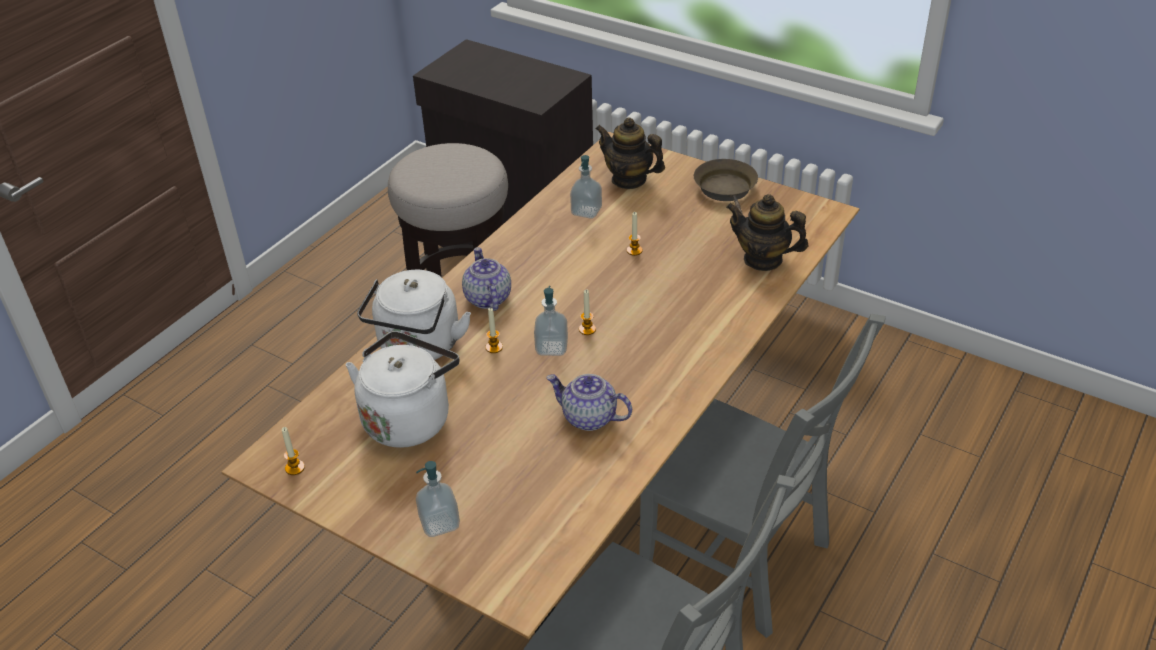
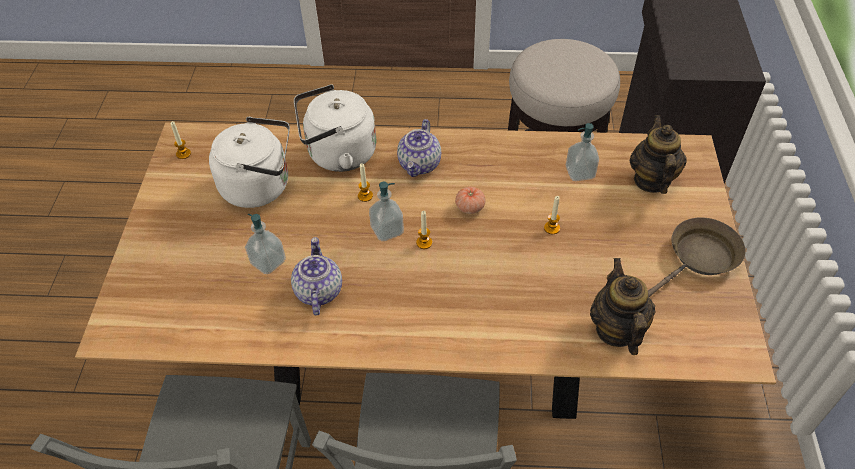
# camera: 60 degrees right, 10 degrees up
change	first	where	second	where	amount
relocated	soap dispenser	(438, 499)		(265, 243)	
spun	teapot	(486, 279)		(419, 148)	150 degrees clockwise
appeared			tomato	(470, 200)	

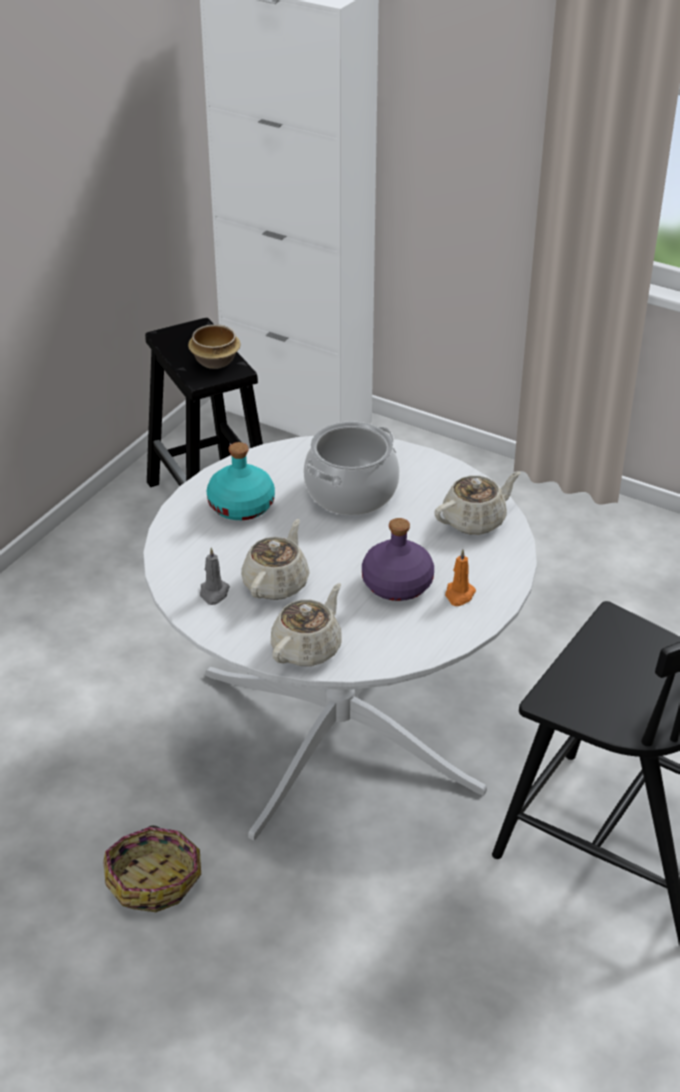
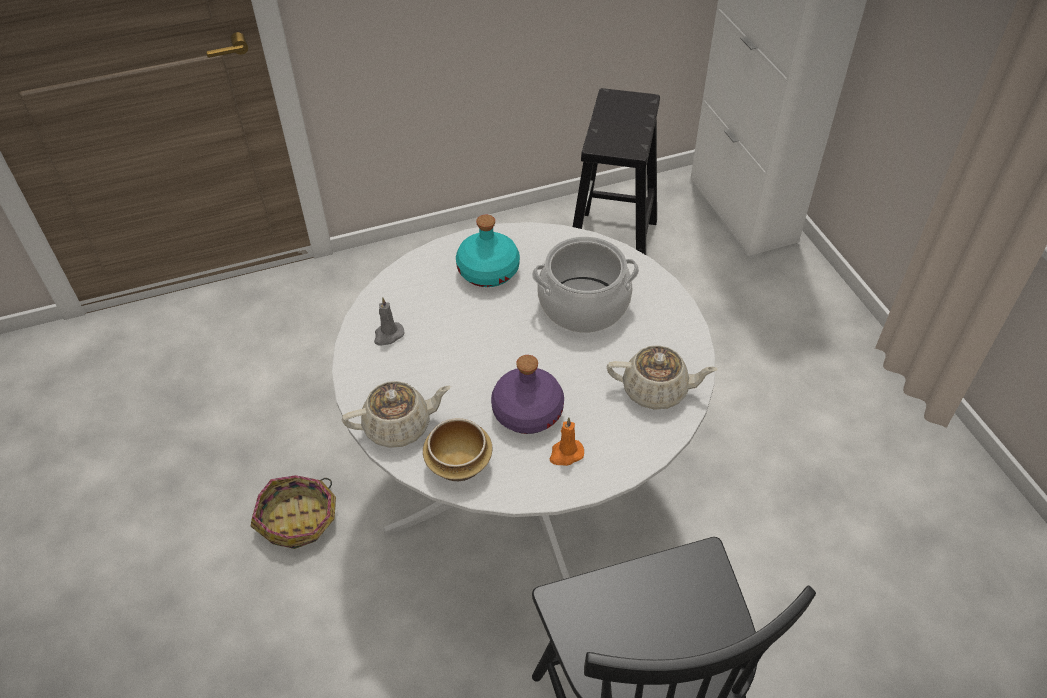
# camera: 40 degrees right, 10 degrees up
change	first	where	second	where	amount
relocated	bowl	(214, 346)		(457, 449)	
missing	beige teapot	(275, 559)			

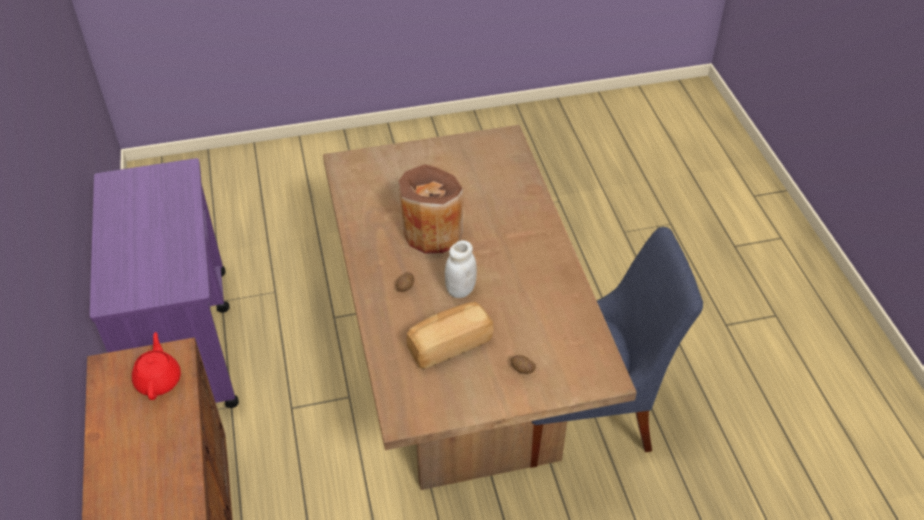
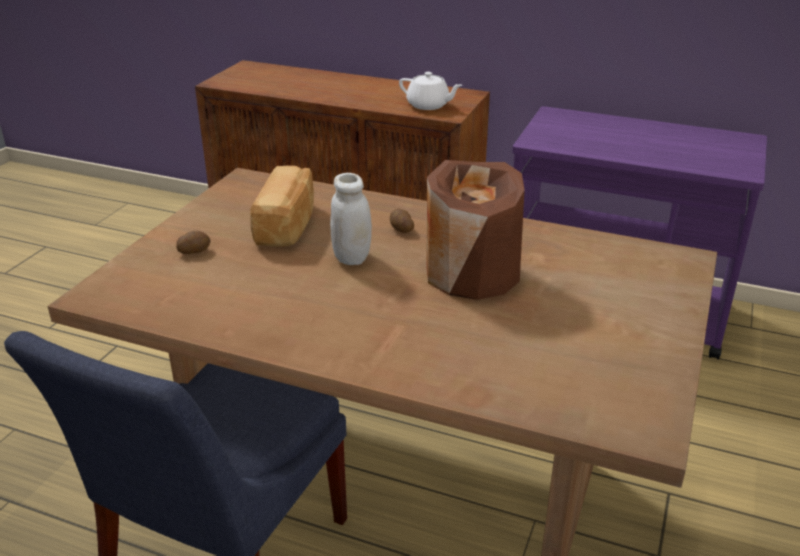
# camera: 125 degrees right, 15 degrees down
change	first	where	second	where	amount
colour	red teapot	(156, 366)	white teapot	(430, 91)	

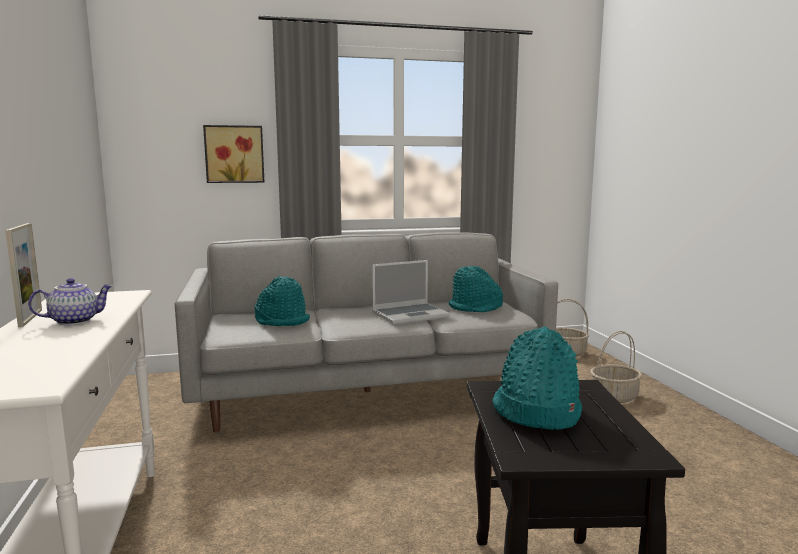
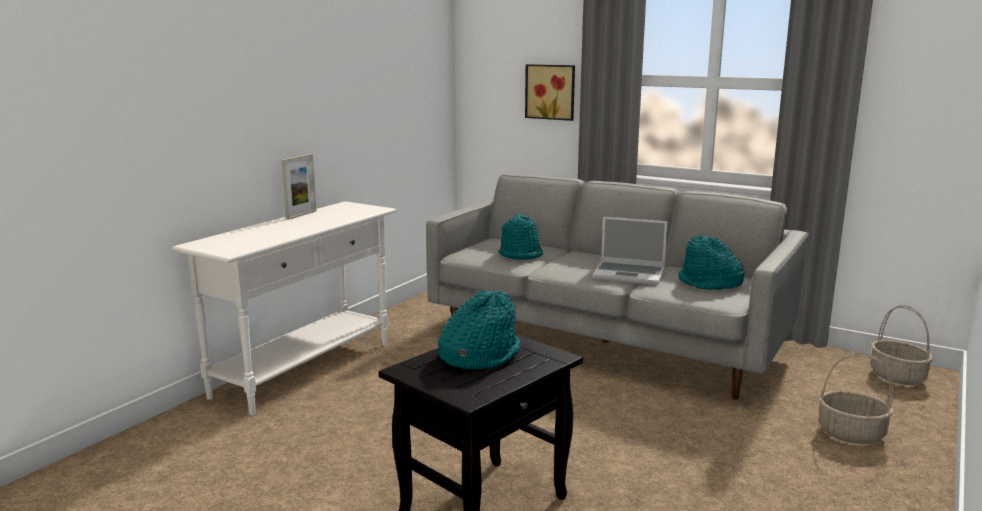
# camera: 45 degrees right, 5 degrees up
change	first	where	second	where	amount
missing	teapot	(70, 301)			

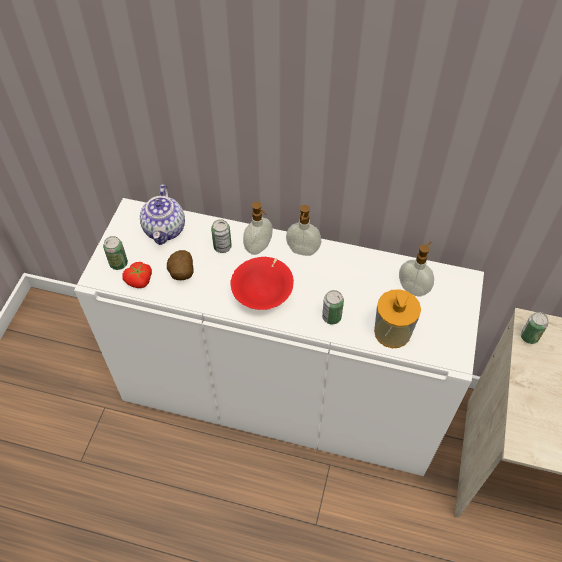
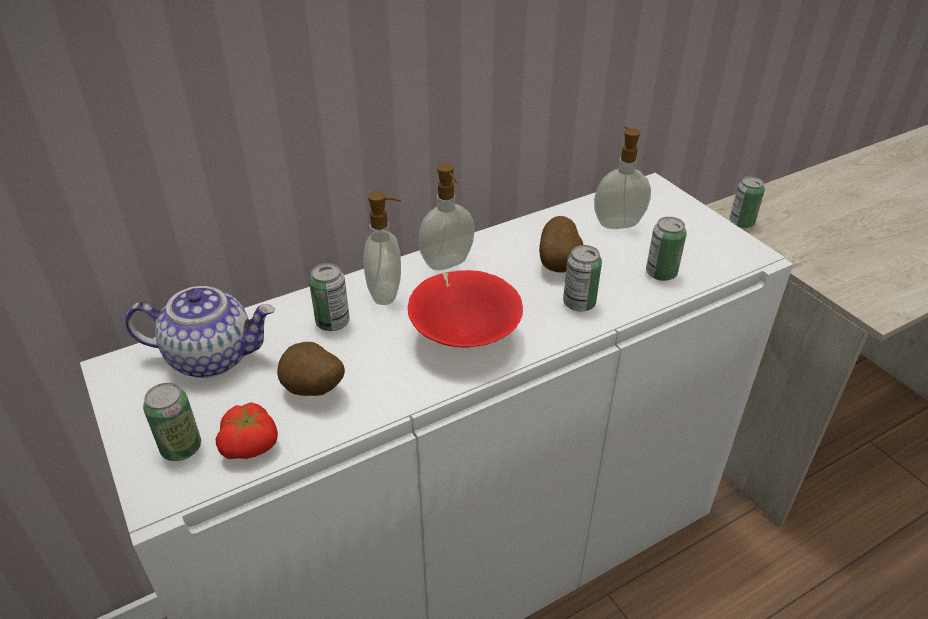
# camera: 45 degrees left, 15 degrees down
change	first	where	second	where	amount
spun	teapot	(162, 214)		(200, 332)	45 degrees counterclockwise
appeared			potato	(561, 244)	
exchanged	soap dispenser	(397, 318)	can	(666, 249)	

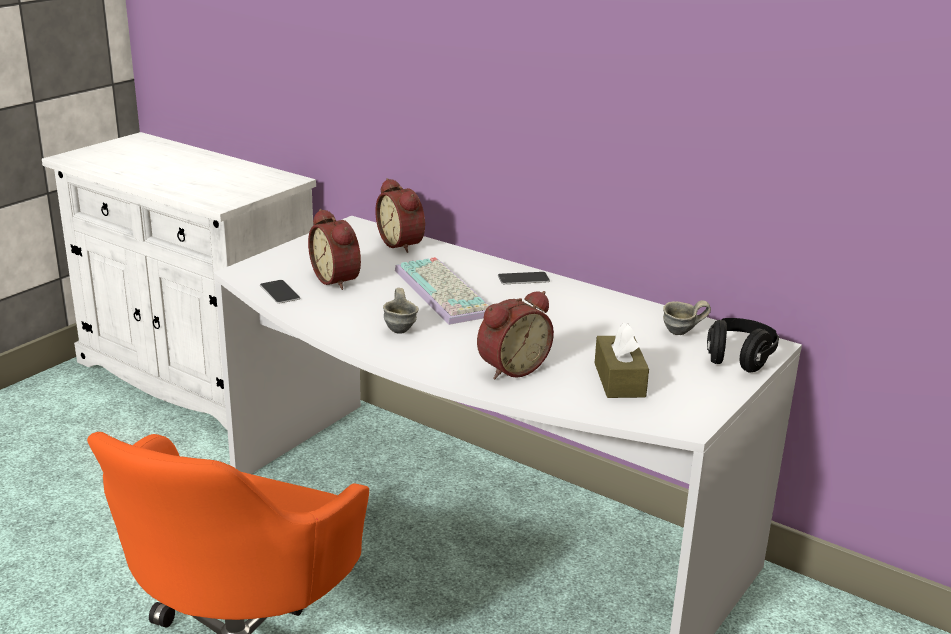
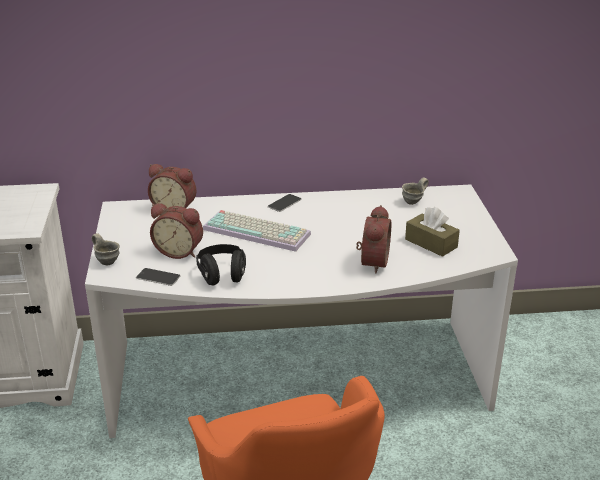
# camera: 40 degrees left, 5 degrees up
change	first	where	second	where	amount
relocated	grey mug	(401, 311)		(105, 249)	
relocated	black headphones	(743, 345)		(221, 265)	

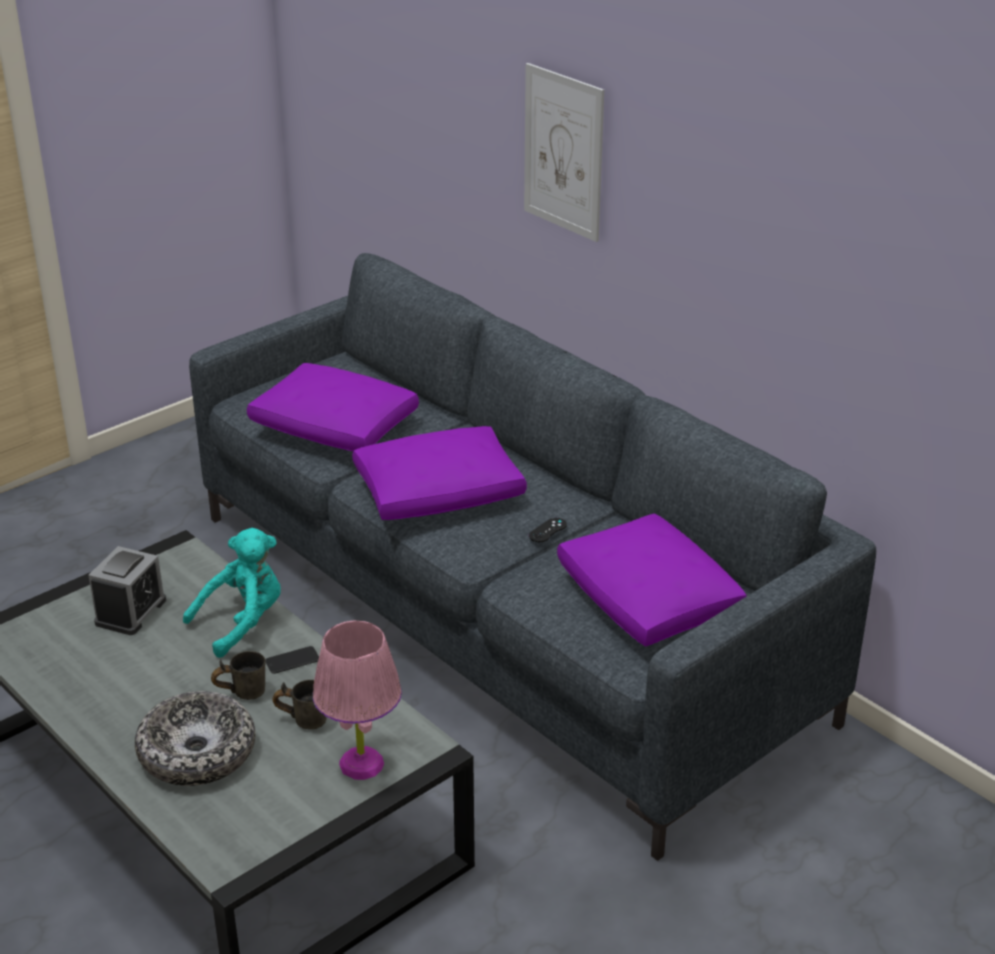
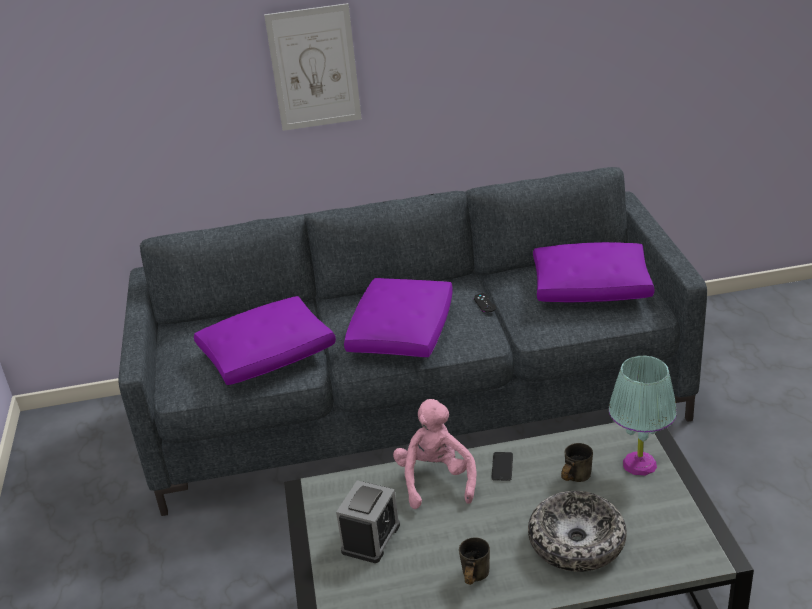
# camera: 55 degrees left, 0 degrees up
change	first	where	second	where	amount
spun	alarm clock	(127, 590)		(368, 521)	60 degrees clockwise
colour	turquoise plush toy	(232, 593)	pink plush toy	(435, 454)	
relocated	grey mug	(238, 675)		(474, 561)	
colour	pink table lamp	(357, 700)	turquoise table lamp	(643, 416)	

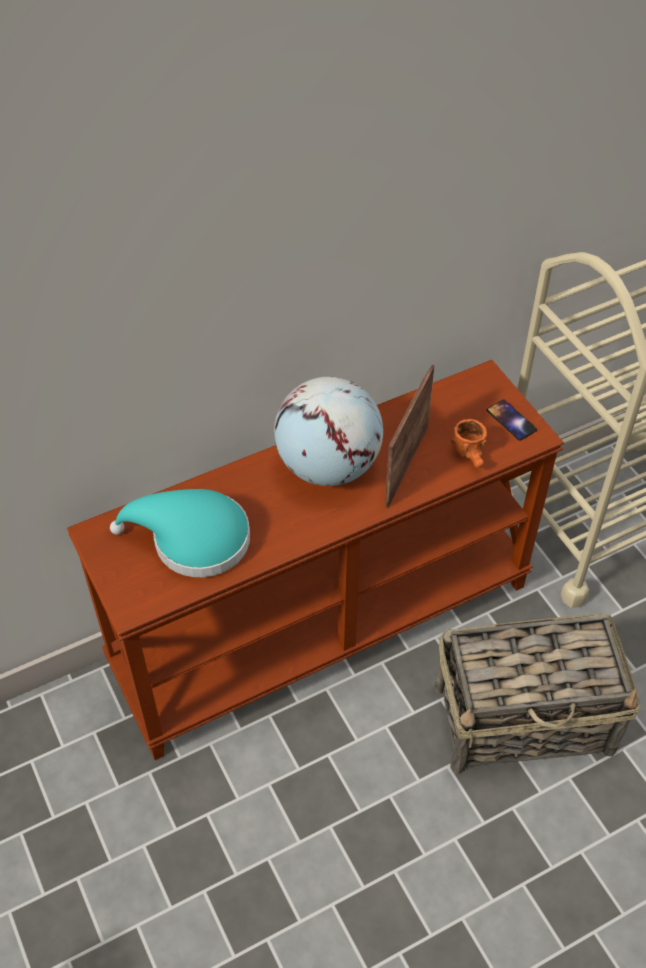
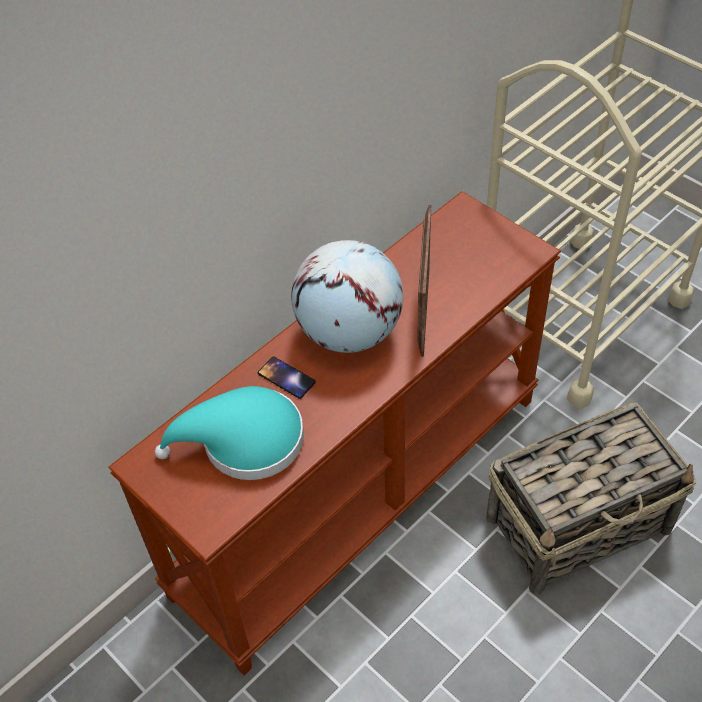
# camera: 15 degrees left, 0 degrees up
change	first	where	second	where	amount
relocated	phone	(511, 420)		(287, 378)	
missing	orange mug	(469, 443)			

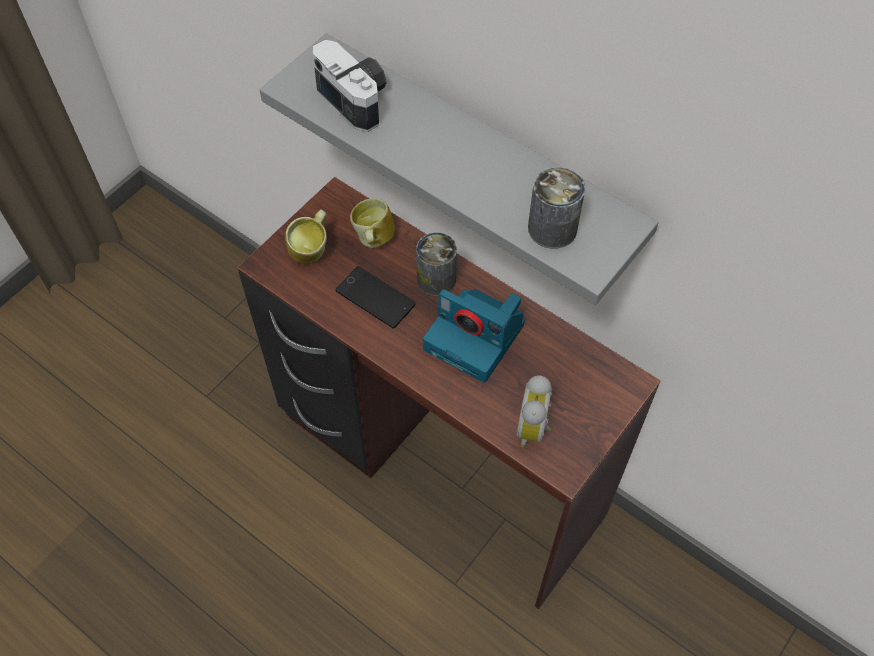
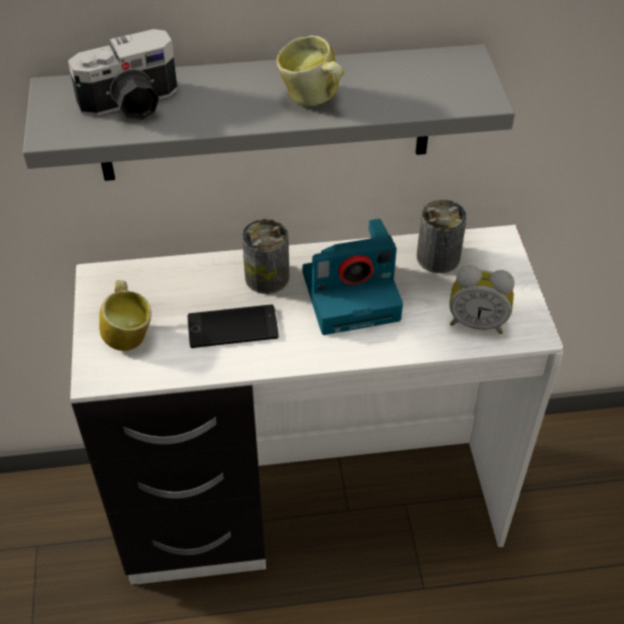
# camera: 45 degrees left, 10 degrees down
change	first	where	second	where	amount
spun	photo camera	(350, 86)		(123, 74)	150 degrees clockwise
colour	brown desk	(449, 393)	white desk	(317, 404)	
relocated	mug	(372, 223)		(310, 70)	
relocated	can	(556, 208)		(441, 236)	
spun	alarm clock	(534, 411)		(482, 299)	45 degrees counterclockwise

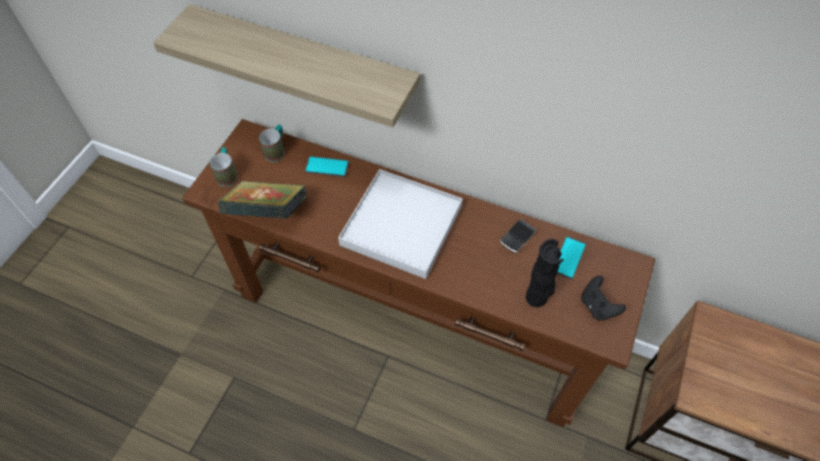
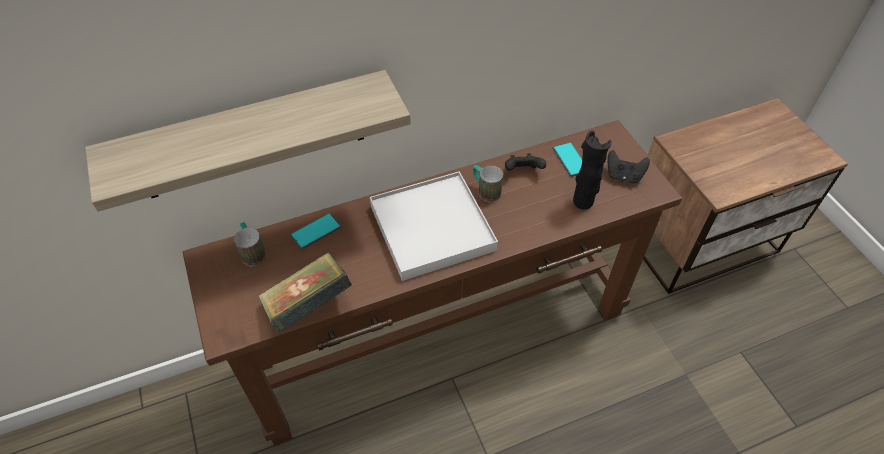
# camera: 45 degrees left, 5 degrees down
change	first	where	second	where	amount
relocated	mug	(224, 167)		(488, 183)	
exchanged	phone	(518, 236)	black game controller	(525, 162)	

